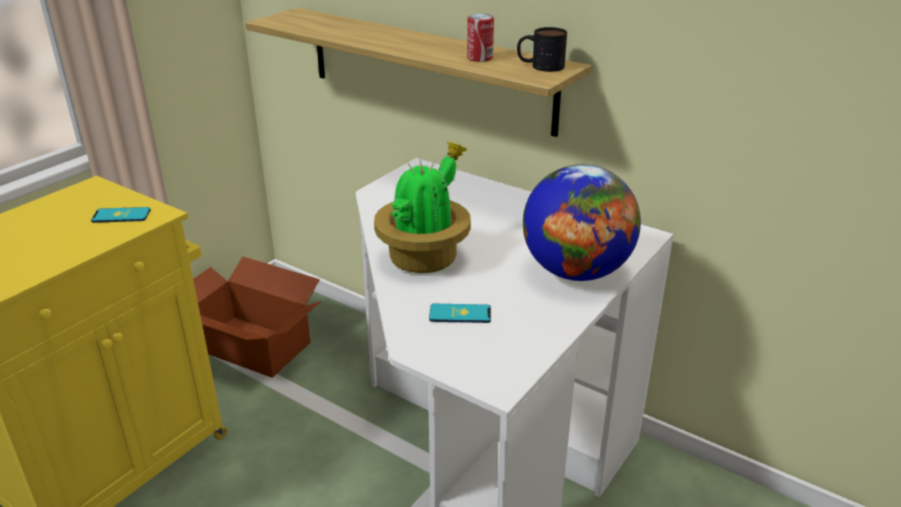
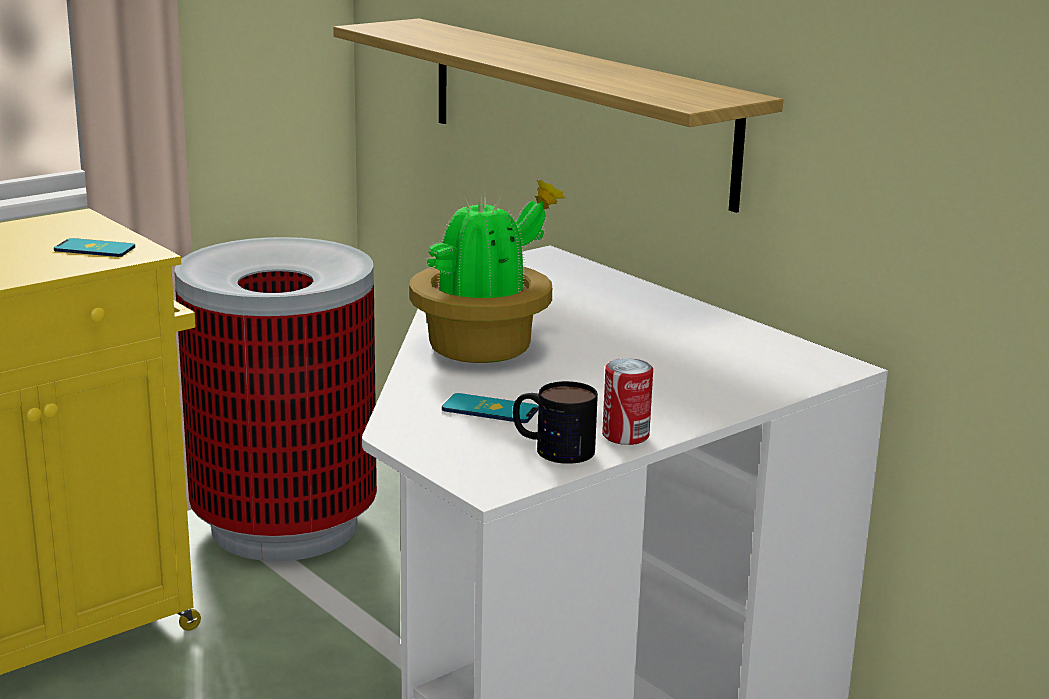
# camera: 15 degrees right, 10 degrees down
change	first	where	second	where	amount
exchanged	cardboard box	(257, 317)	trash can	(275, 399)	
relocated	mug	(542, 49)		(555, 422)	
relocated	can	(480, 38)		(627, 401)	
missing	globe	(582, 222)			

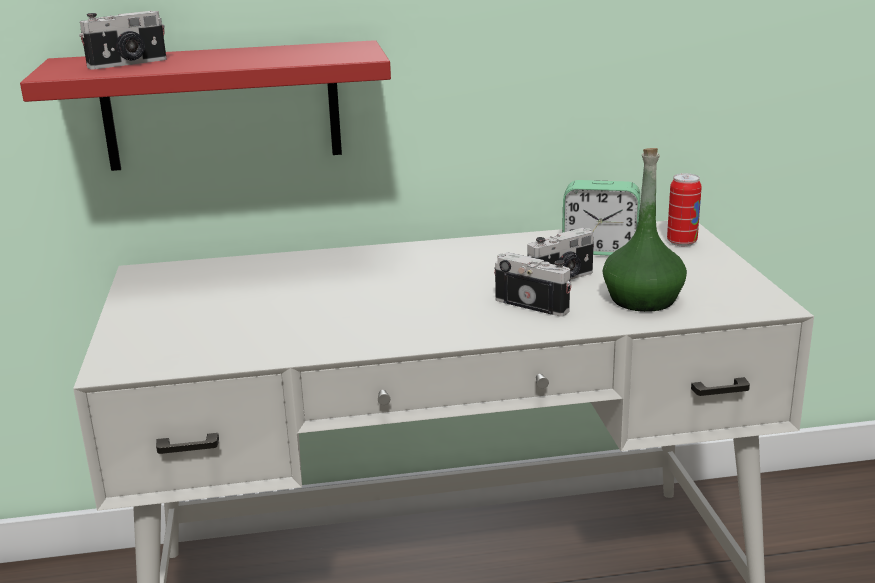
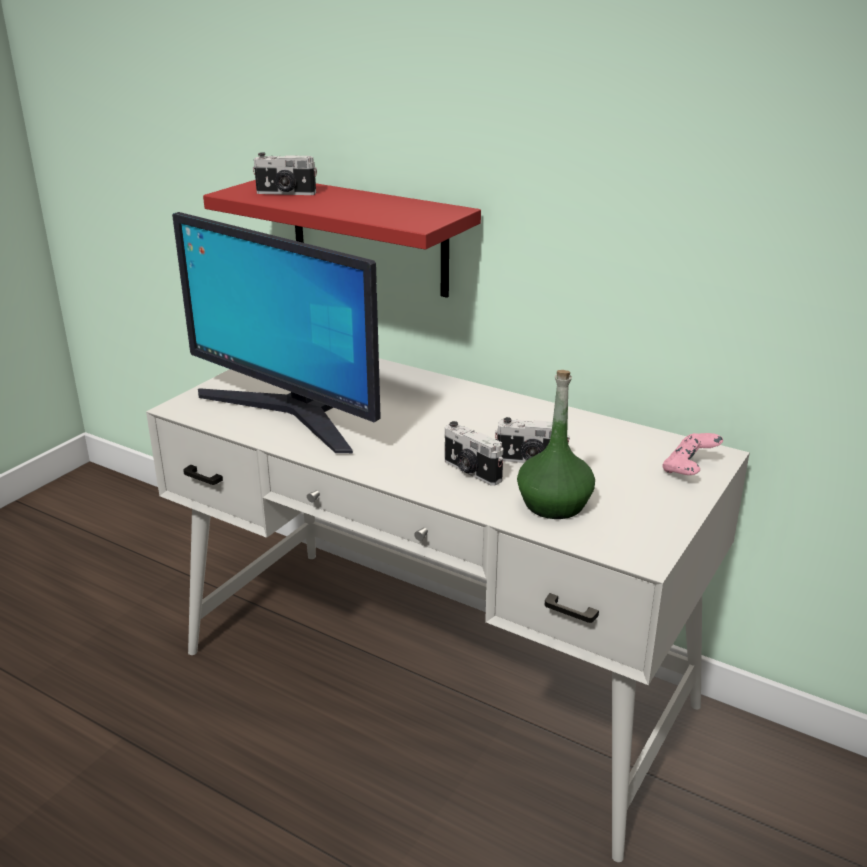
# camera: 40 degrees right, 5 degrees up
change	first	where	second	where	amount
appeared			monitor	(276, 332)	
spun	photo camera	(532, 284)		(474, 453)	150 degrees clockwise
exchanged	can	(684, 209)	pink game controller	(692, 454)	
missing	alarm clock	(601, 218)			

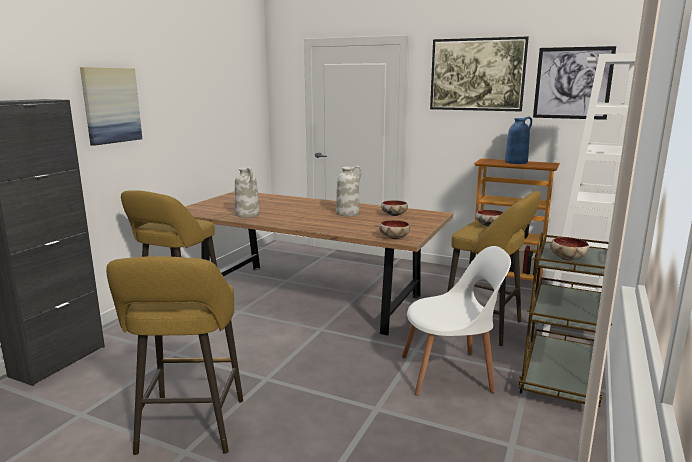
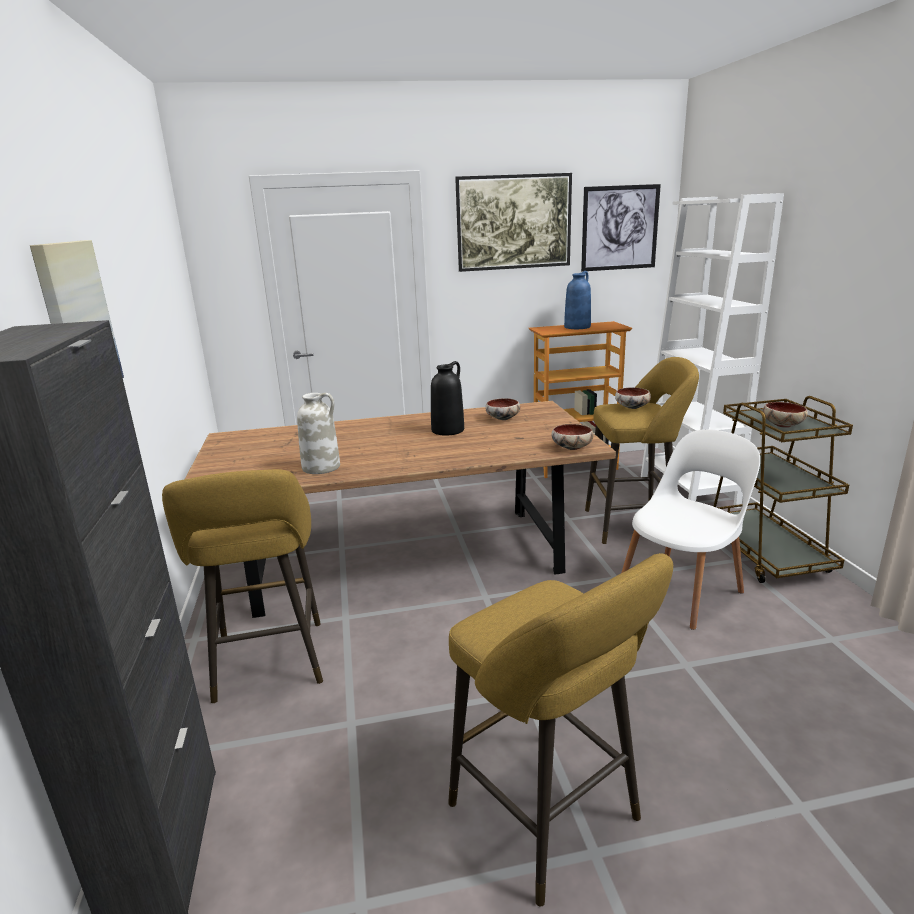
# camera: 35 degrees left, 5 degrees up
change	first	where	second	where	amount
colour	white vase	(349, 191)	black vase	(447, 398)	

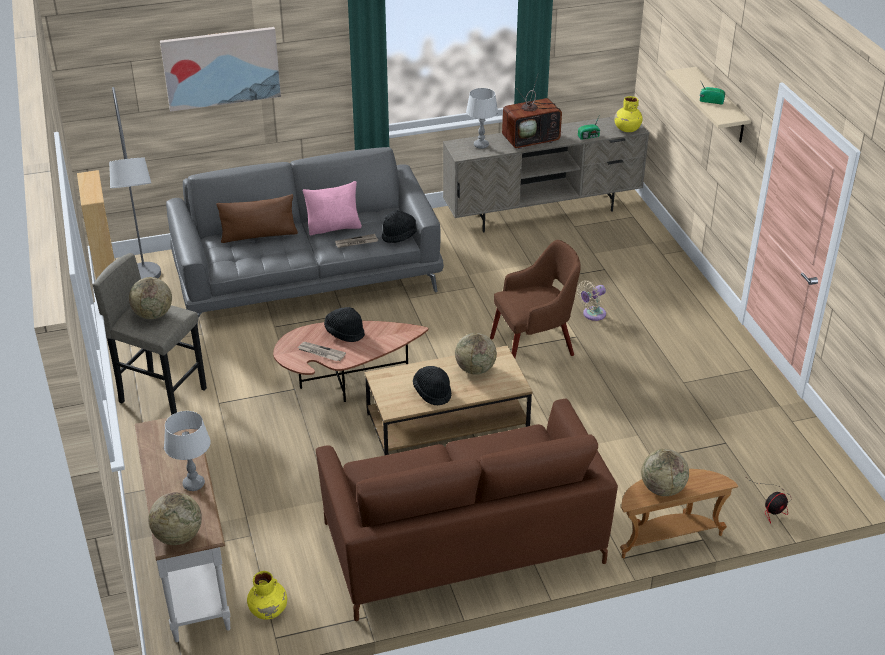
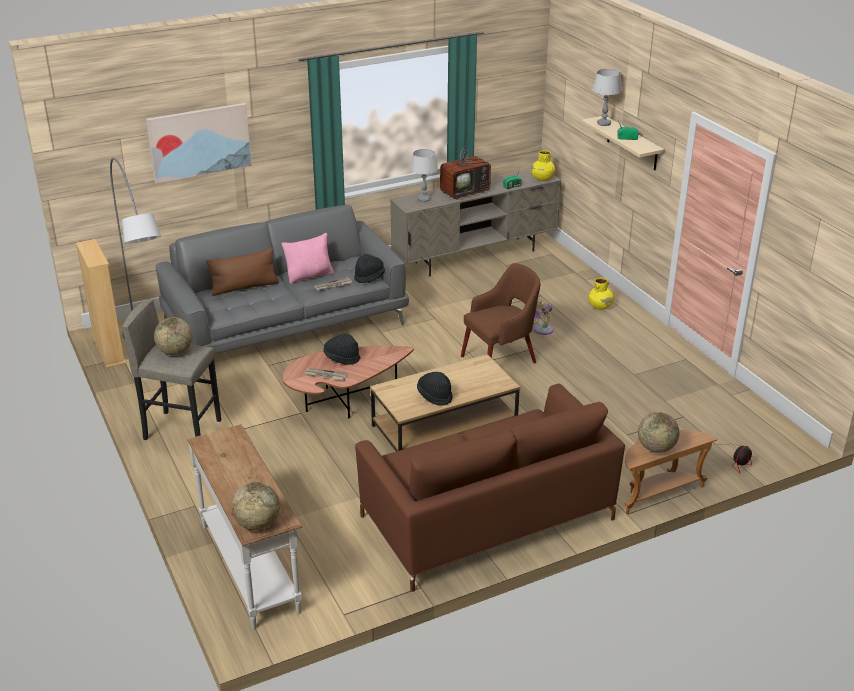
# camera: 10 degrees left, 5 degrees down
change	first	where	second	where	amount
relocated	yellow vase	(267, 595)		(601, 294)	
relocated	grey table lamp	(187, 451)		(607, 97)	
missing	globe	(476, 354)			

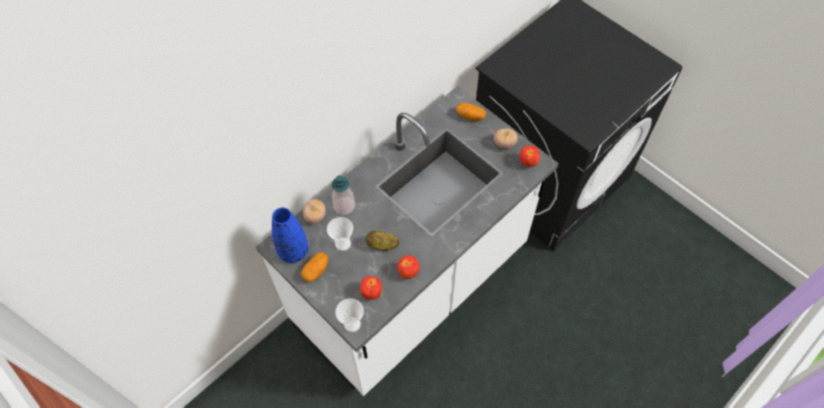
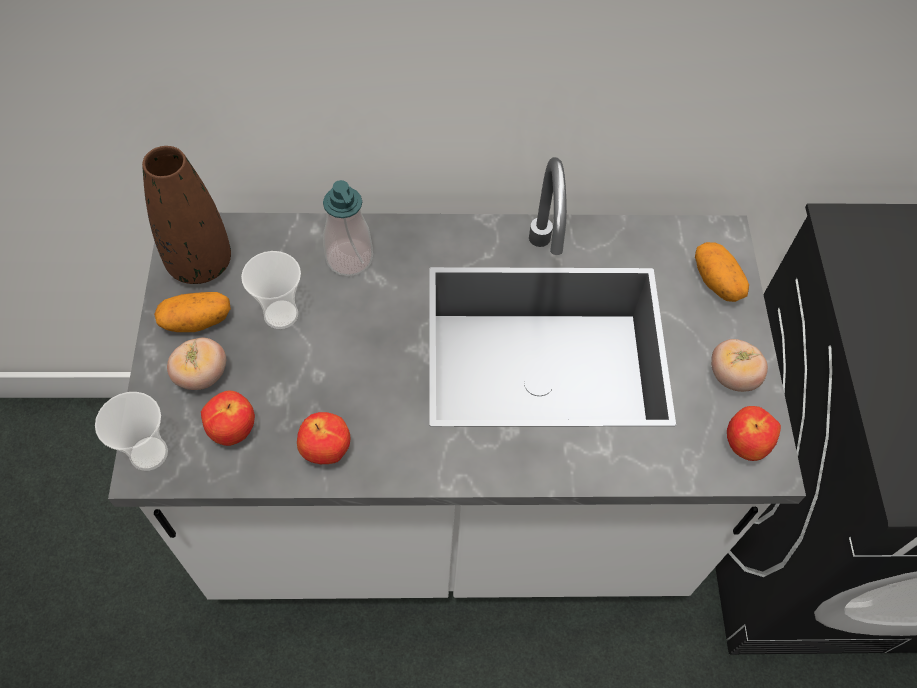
# camera: 40 degrees right, 0 degrees up
change	first	where	second	where	amount
colour	blue vase	(290, 235)	brown vase	(186, 215)	
relocated	tomato	(314, 211)		(196, 364)	
missing	potato	(382, 241)			

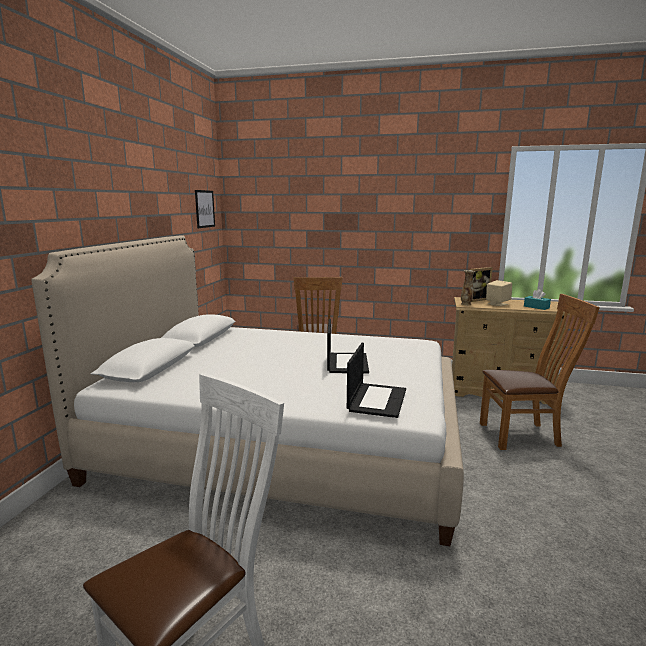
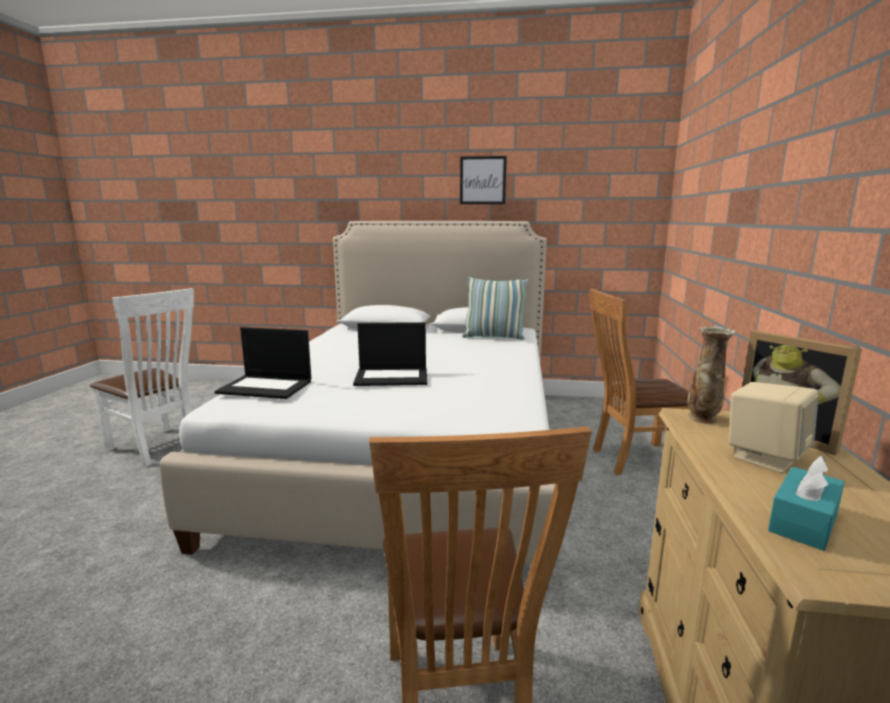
# camera: 85 degrees right, 0 degrees up
change	first	where	second	where	amount
relocated	picture	(205, 209)		(483, 180)	
appeared			pillow	(495, 308)	

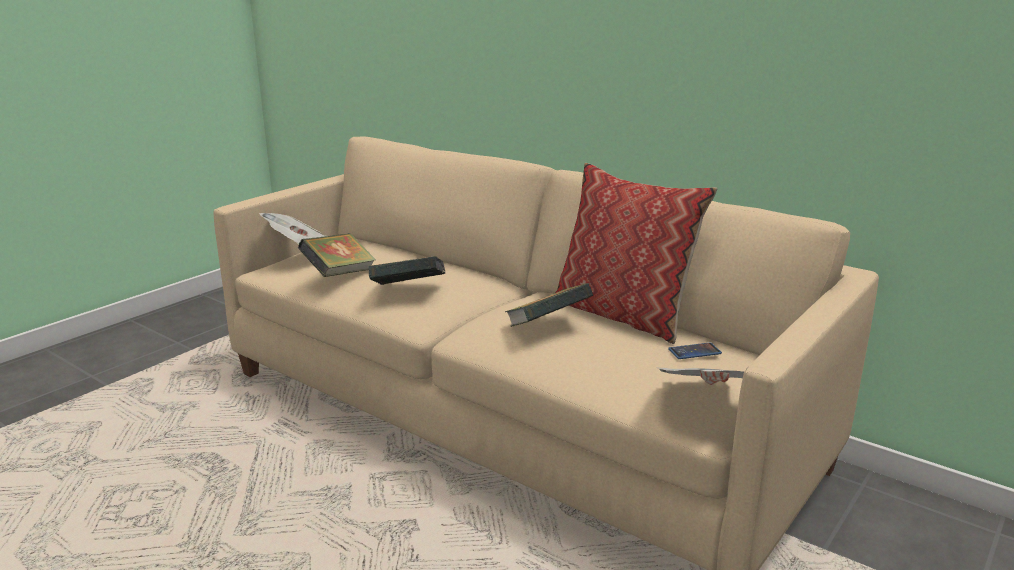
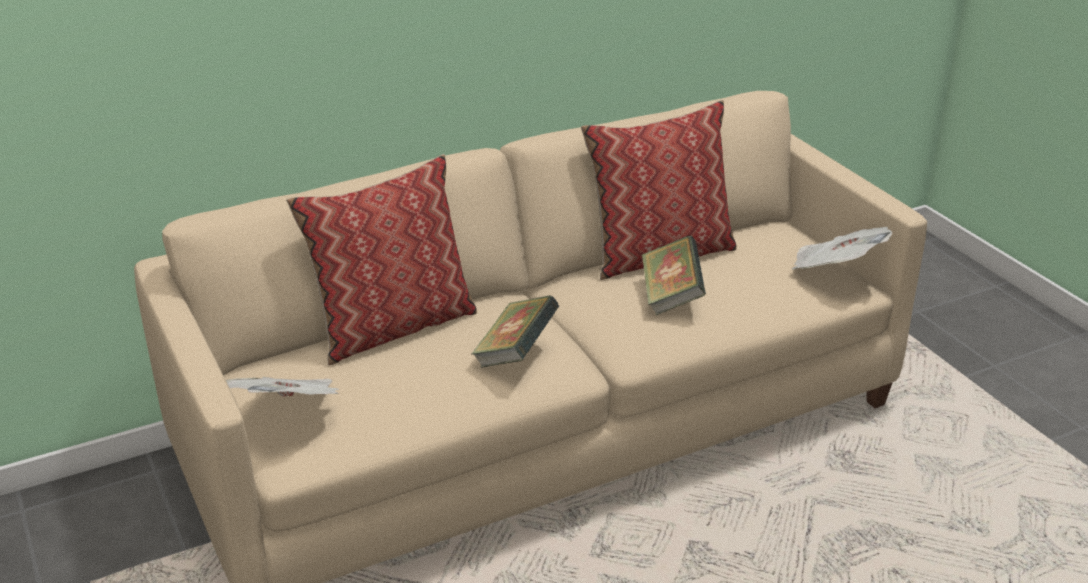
# camera: 65 degrees left, 10 degrees up
change	first	where	second	where	amount
appeared			pillow	(381, 260)	
missing	book	(337, 255)			
missing	phone	(695, 350)			

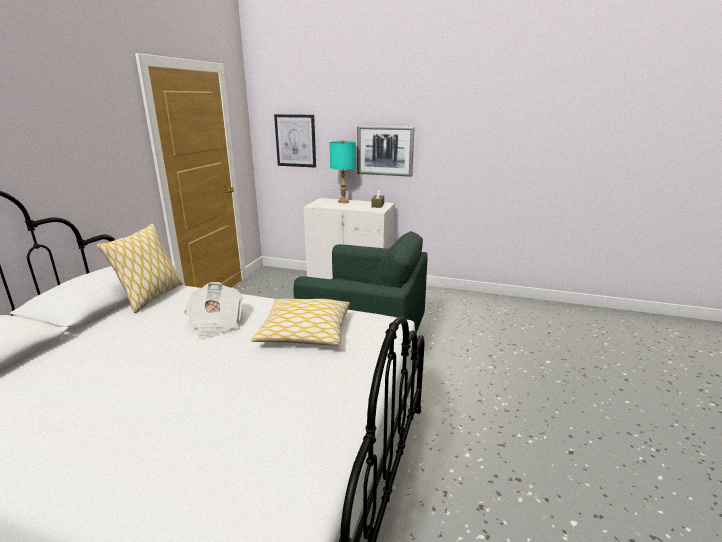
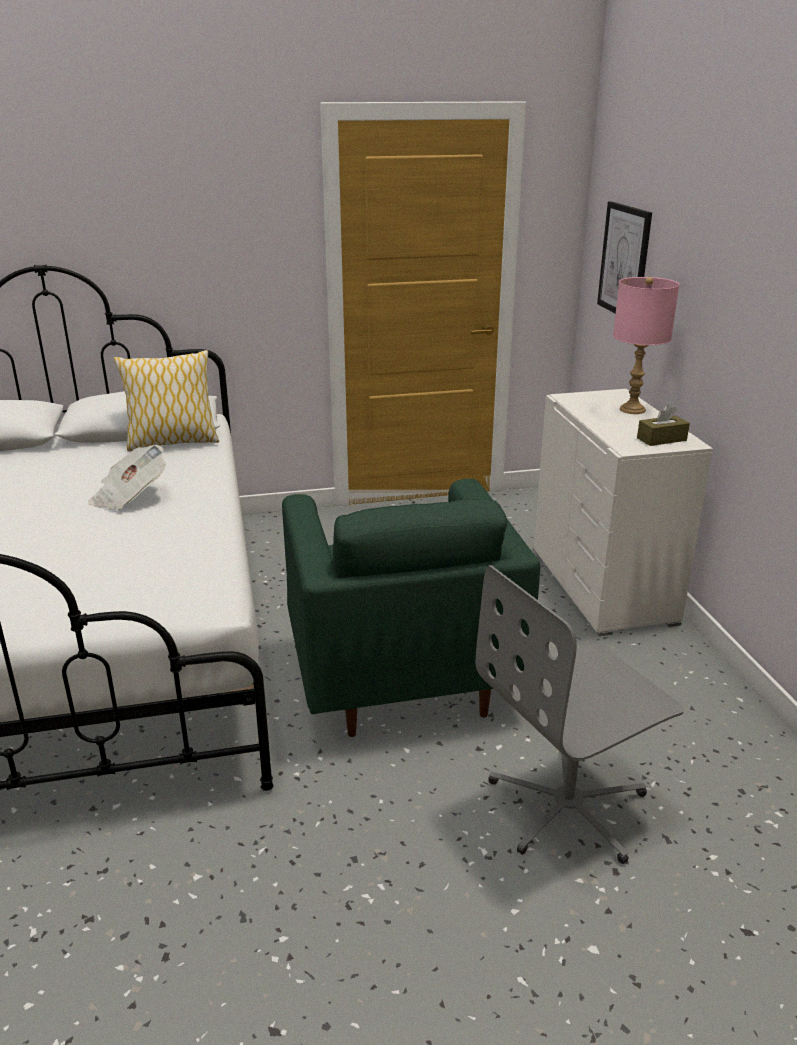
# camera: 60 degrees right, 5 degrees up
change	first	where	second	where	amount
appeared			grey office chair	(580, 714)	
colour	turquoise table lamp	(343, 171)	pink table lamp	(646, 345)	
missing	pillow	(300, 322)			
missing	picture	(385, 151)			

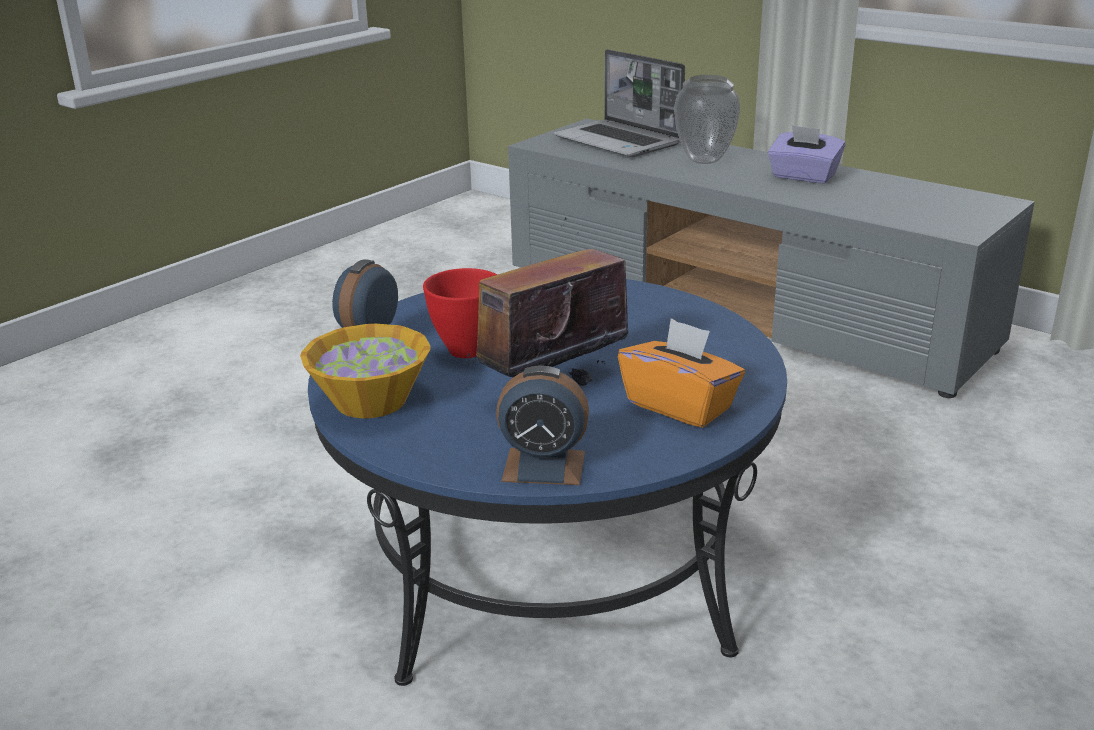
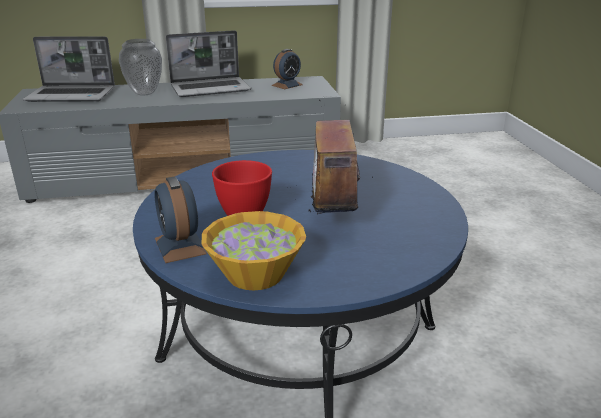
# camera: 50 degrees left, 0 degrees up
change	first	where	second	where	amount
exchanged	purple tissue box	(806, 154)	laptop	(208, 63)	
relocated	alarm clock	(542, 425)		(287, 69)	
missing	orange tissue box	(681, 373)			

